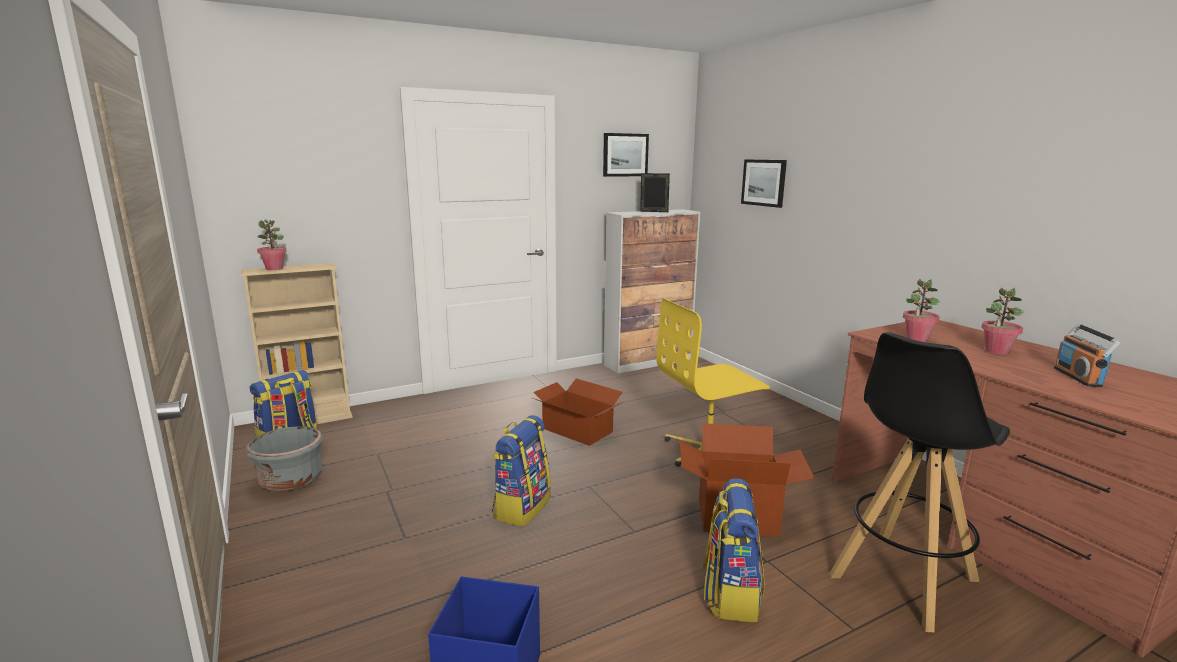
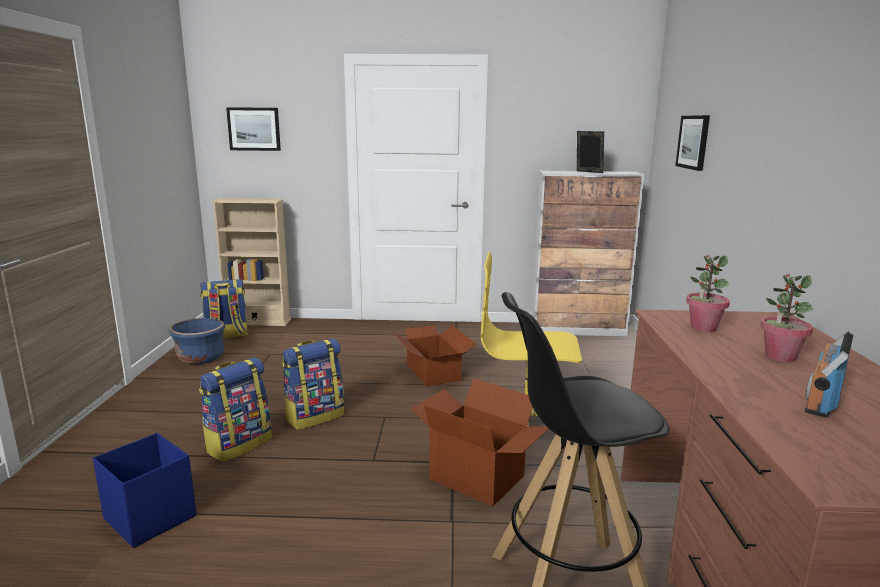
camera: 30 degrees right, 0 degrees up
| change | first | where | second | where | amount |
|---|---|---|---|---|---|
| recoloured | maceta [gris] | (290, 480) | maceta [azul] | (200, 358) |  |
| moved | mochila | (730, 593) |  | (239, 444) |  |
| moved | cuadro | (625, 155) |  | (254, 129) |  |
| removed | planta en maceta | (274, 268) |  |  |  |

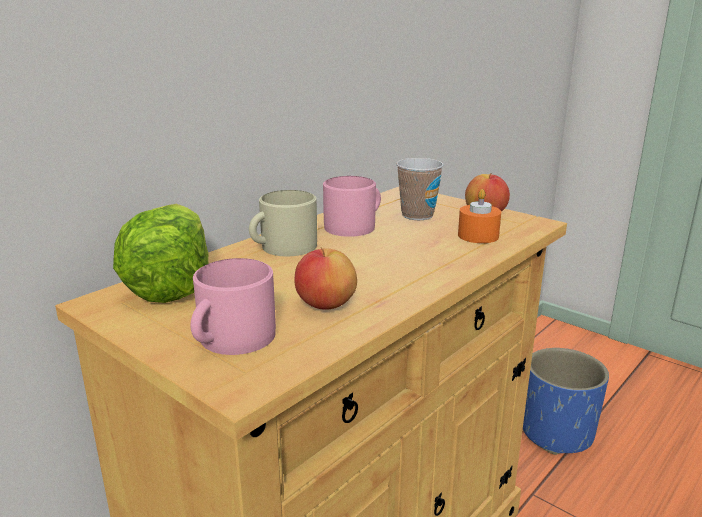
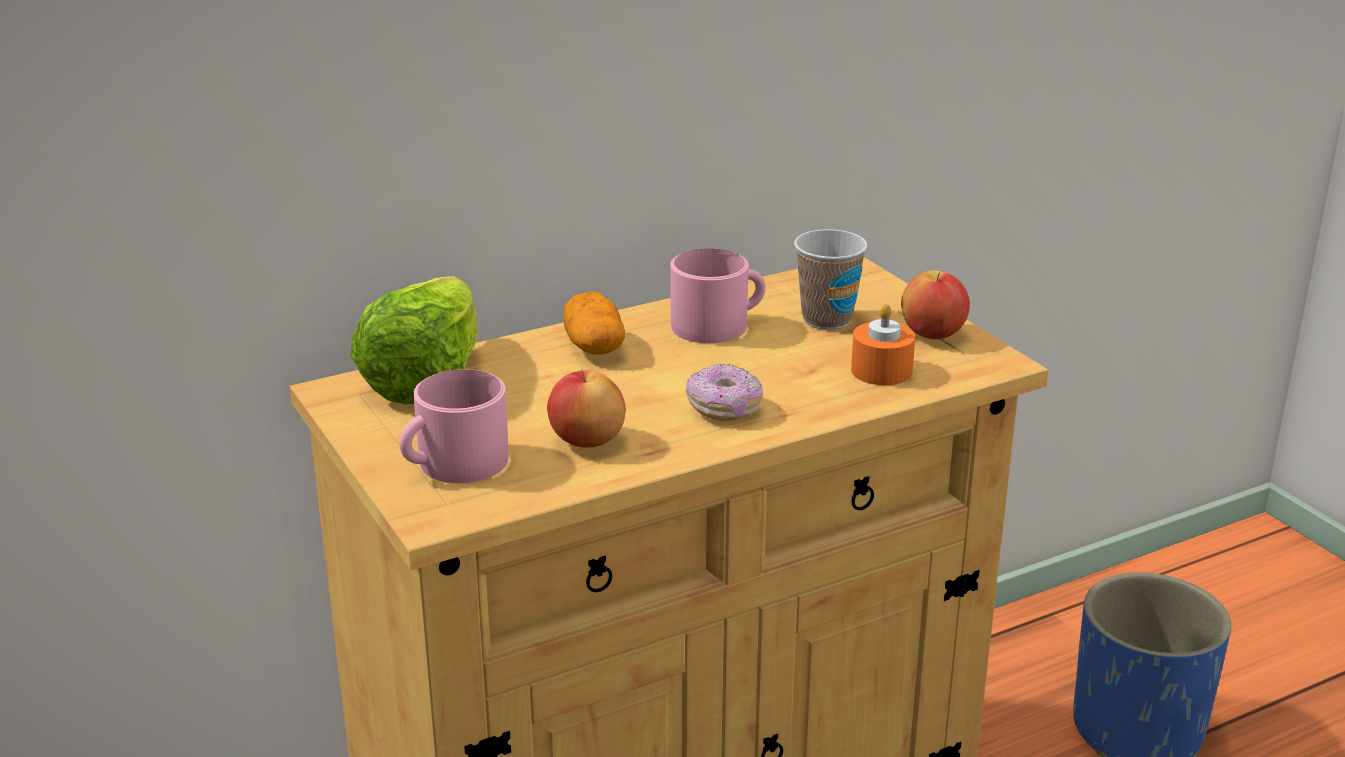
camera: 20 degrees right, 5 degrees up
| change | first | where | second | where | amount |
|---|---|---|---|---|---|
| replaced | taza grande [beis] | (283, 247) | patata | (593, 346) |  |
| added |  |  | rosquilla | (724, 409) |  |

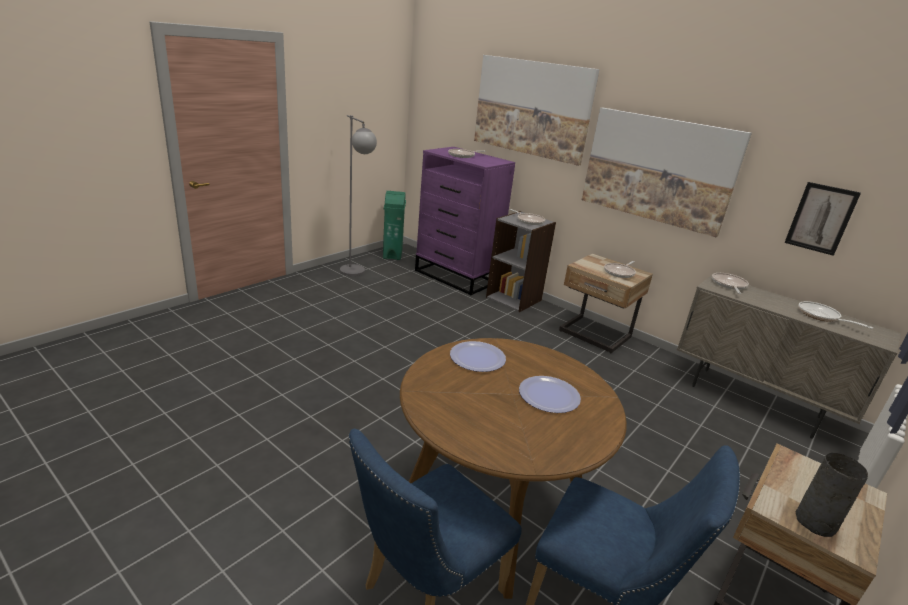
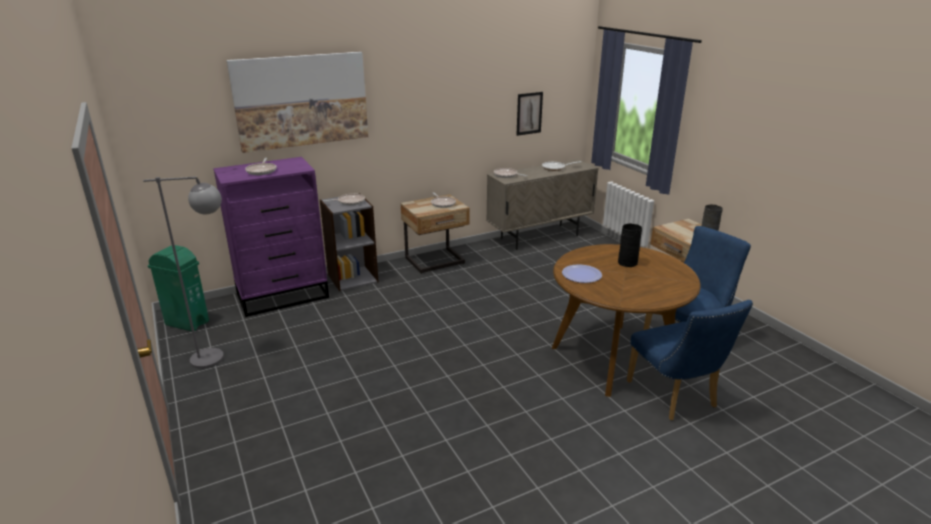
camera: 65 degrees left, 0 degrees up
| change | first | where | second | where | amount |
|---|---|---|---|---|---|
| replaced | plato | (549, 395) | florero [negro] | (628, 263) |  |
| removed | cuadro | (658, 169) |  |  |  |

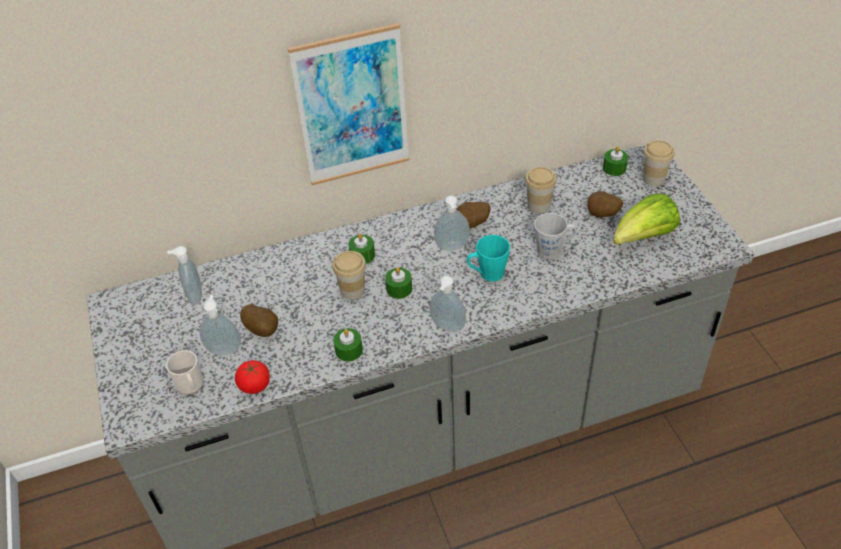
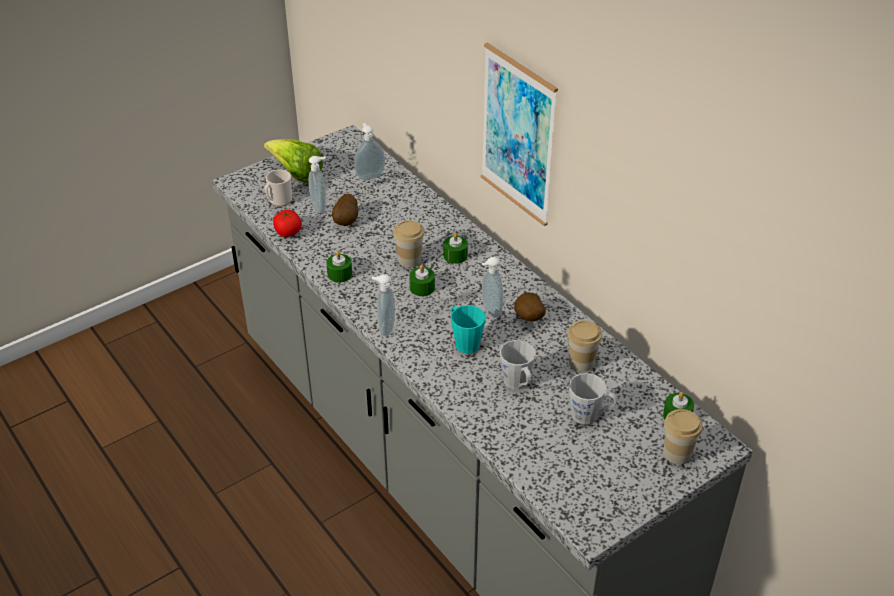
camera: 70 degrees right, 5 degrees down
| change | first | where | second | where | amount |
|---|---|---|---|---|---|
| moved | lechuga | (643, 237) |  | (296, 174) |  |
| replaced | patata | (602, 215) | taza grande [gris] | (589, 415) |  |

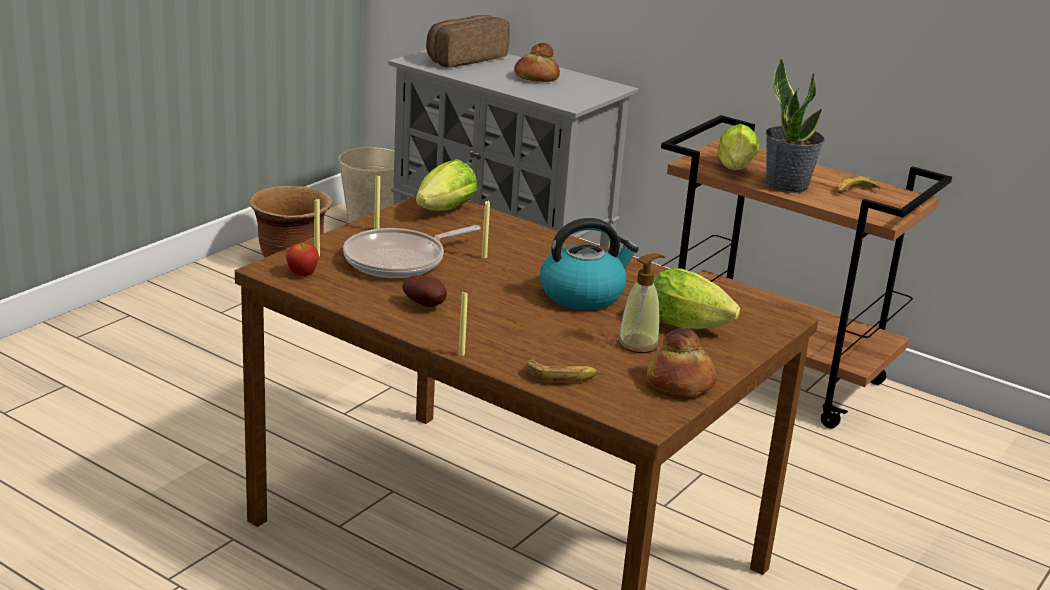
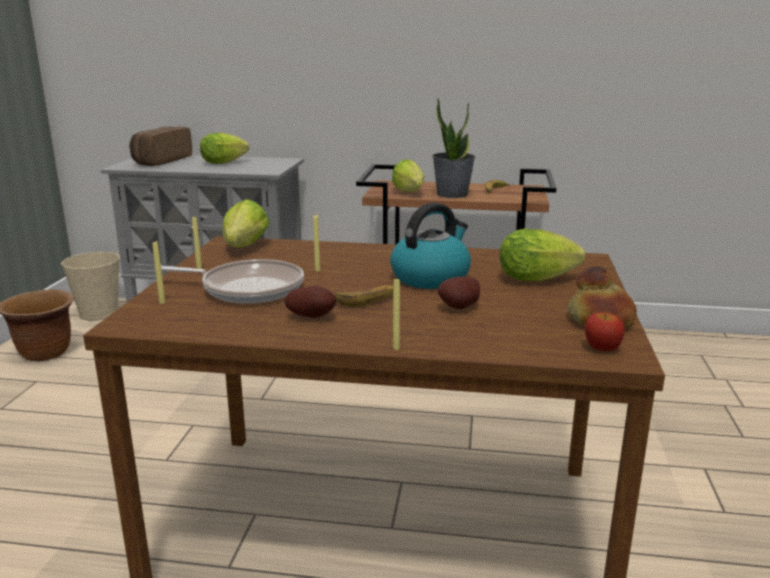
camera: 25 degrees left, 5 degrees down
| change | first | where | second | where | amount |
|---|---|---|---|---|---|
| turned | sartén | (400, 260) |  | (247, 288) | 105 degrees counterclockwise |
| replaced | pan | (536, 77) | lechuga | (226, 163) |  |
| moved | plátano | (561, 376) |  | (366, 300) |  |
| added |  |  | patata | (461, 308) |  |
| moved | manzana | (302, 273) |  | (601, 348) |  |
| removed | dispensador de jabón | (638, 344) |  |  |  |

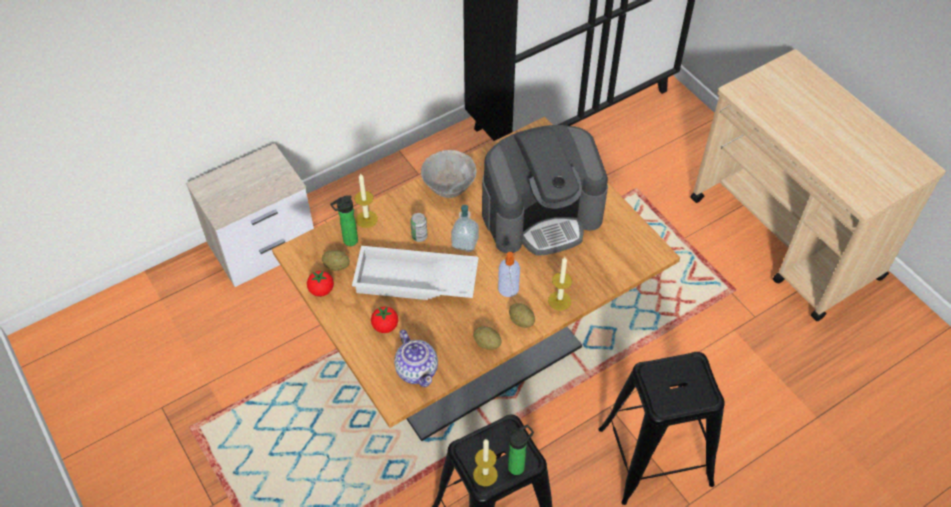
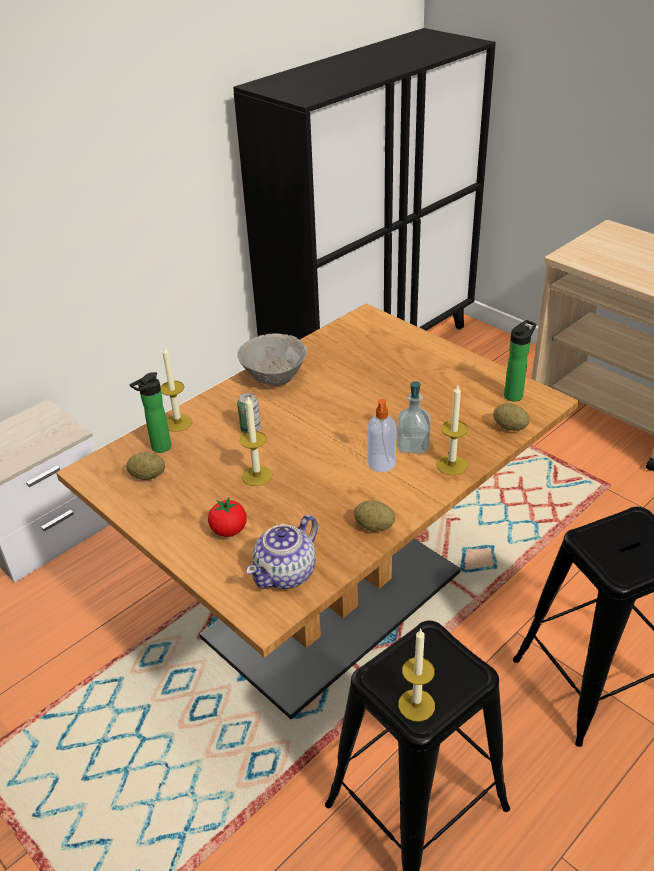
camera: 10 degrees left, 15 degrees down
| change | first | where | second | where | amount |
|---|---|---|---|---|---|
| replaced | bandeja [blanco] | (415, 281) | vela | (257, 476) |  |
| turned | tetera | (417, 369) |  | (286, 573) | 75 degrees clockwise |
| moved | dispensador de jabón | (465, 243) |  | (413, 445) |  |
| moved | patata | (521, 321) |  | (509, 427) |  |
| moved | botella | (518, 466) |  | (515, 394) |  |
| removed | tomate | (321, 290) |  |  |  |
| removed | cafetera | (541, 215) |  |  |  |

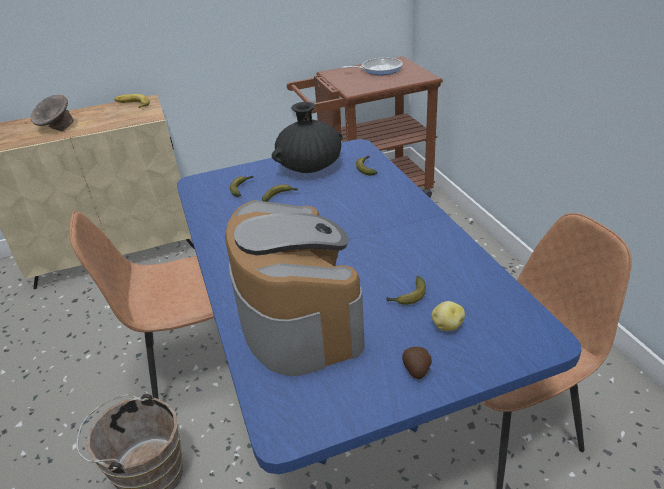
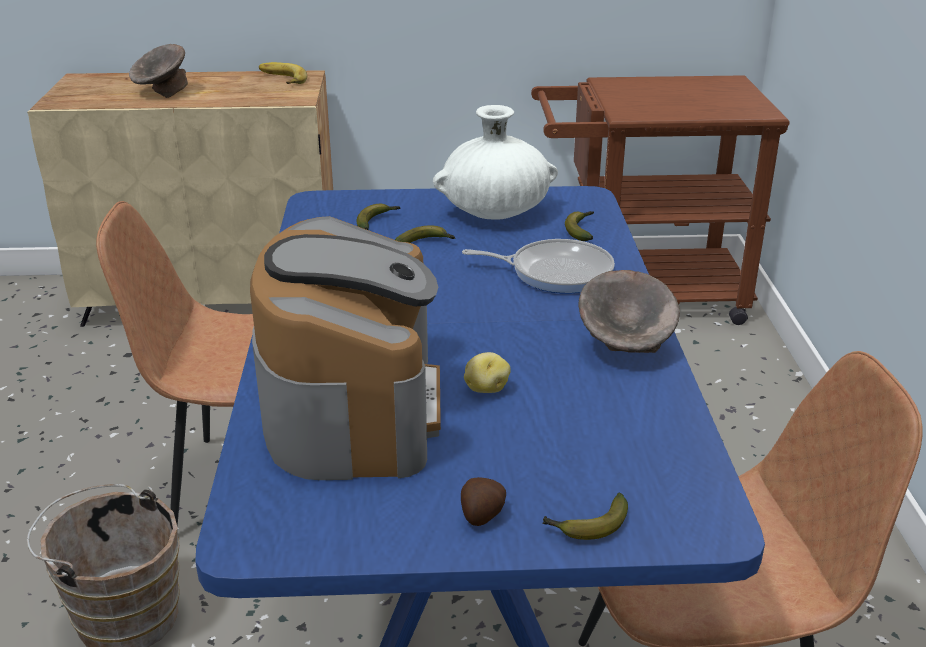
camera: 15 degrees right, 5 degrees down
| change | first | where | second | where | amount |
|---|---|---|---|---|---|
| recoloured | florero [negro] | (310, 168) | florero [blanco] | (495, 213) |  |
| moved | sartén | (379, 69) |  | (555, 272) |  |
| moved | patata | (447, 325) |  | (485, 388) |  |
| moved | plátano | (408, 297) |  | (587, 526) |  |
| added |  |  | cuenco [gris] | (626, 349) |  |

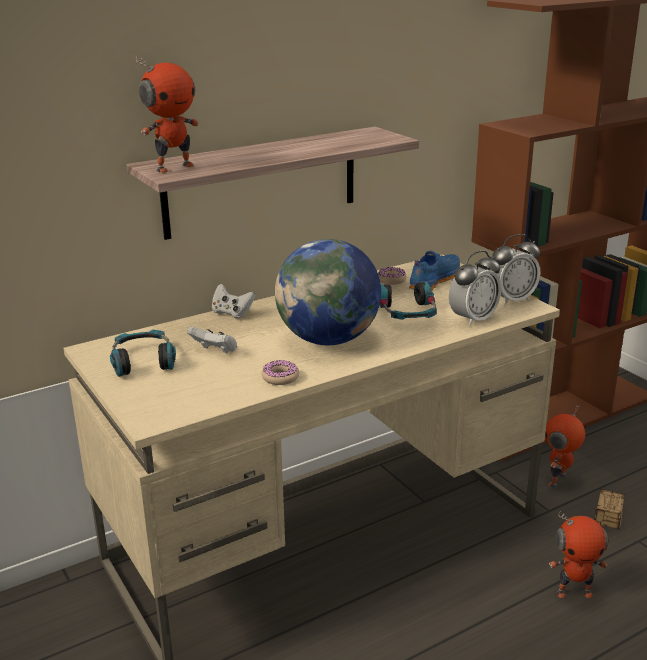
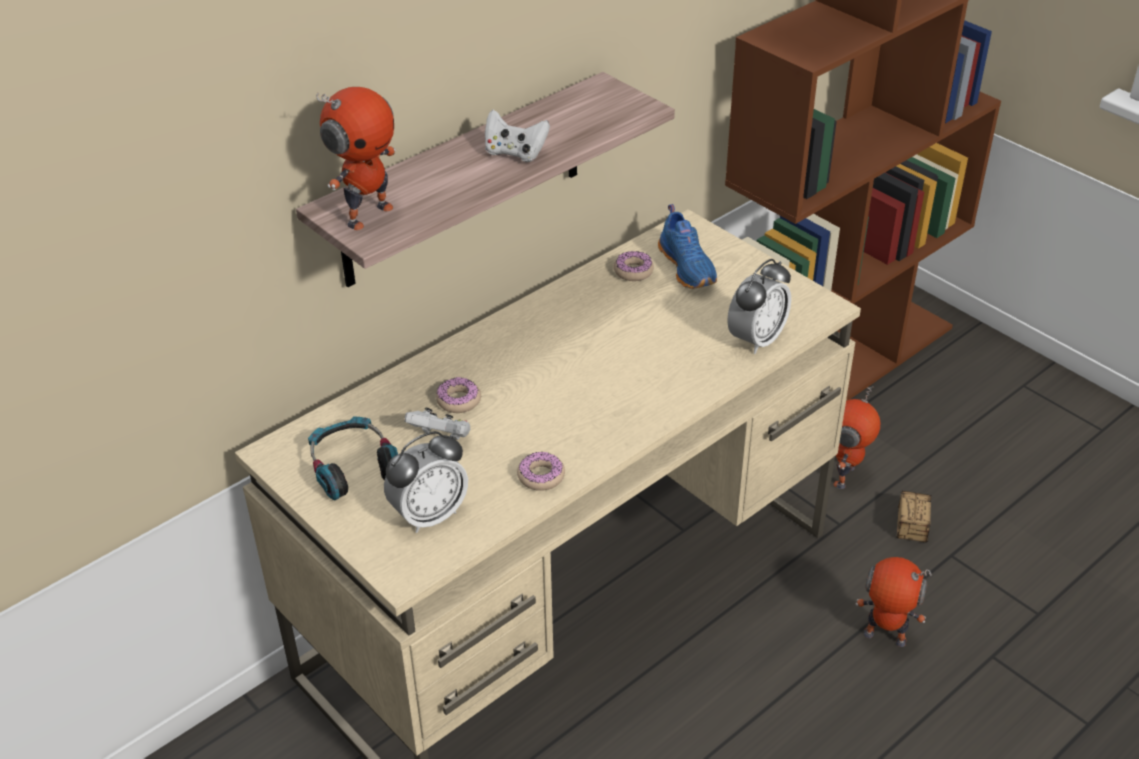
camera: 10 degrees left, 15 degrees up
| change | first | where | second | where | amount |
|---|---|---|---|---|---|
| moved | despertador | (511, 300) |  | (429, 515) |  |
| added |  |  | rosquilla | (458, 400) |  |
| moved | mando de consola [blanco] | (232, 313) |  | (515, 153) |  |
| turned | zapato [azul] | (433, 281) |  | (688, 267) | 135 degrees clockwise |
| turned | robot de juguete | (574, 592) |  | (884, 639) | 150 degrees counterclockwise |
| removed | globo terráqueo | (328, 340) |  |  |  |
| removed | auriculares | (408, 313) |  |  |  |

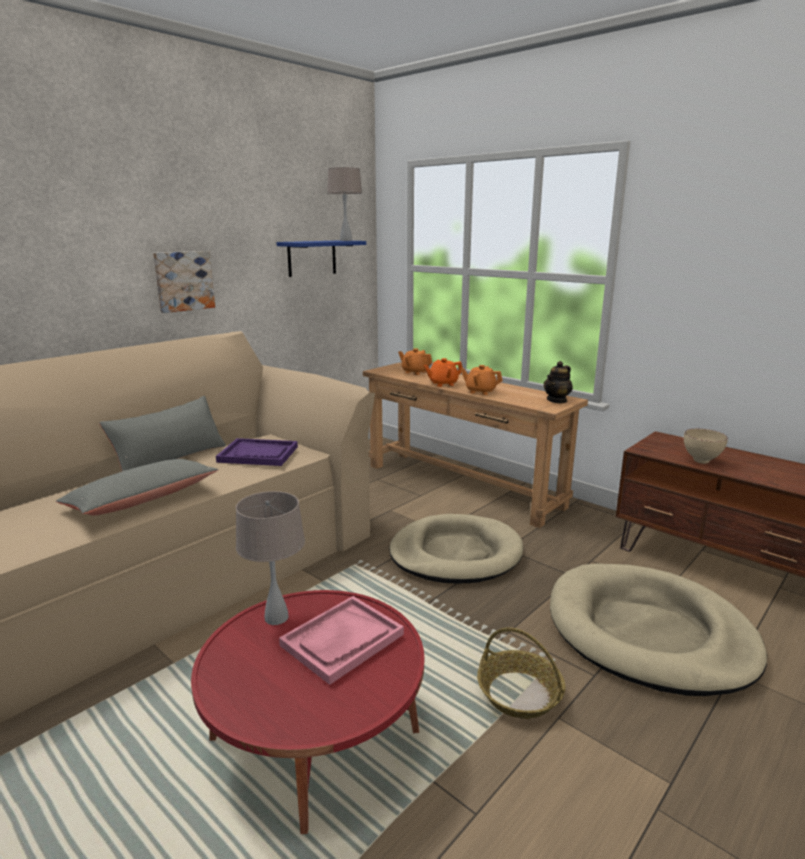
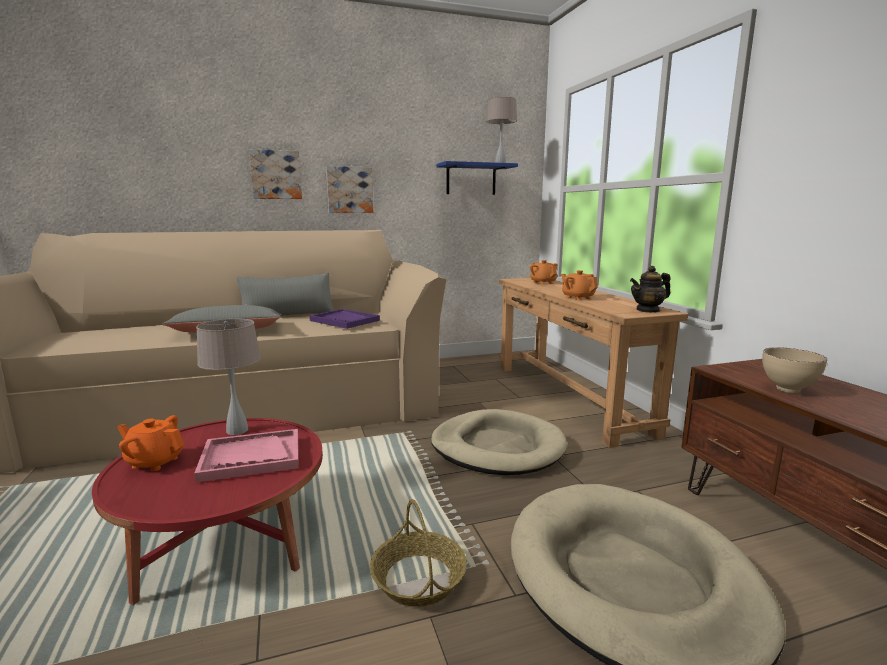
camera: 30 degrees right, 5 degrees down
| change | first | where | second | where | amount |
|---|---|---|---|---|---|
| moved | tetera [naranja] | (443, 384) |  | (155, 462) |  |
| added |  |  | cuadro | (276, 175) |  |

